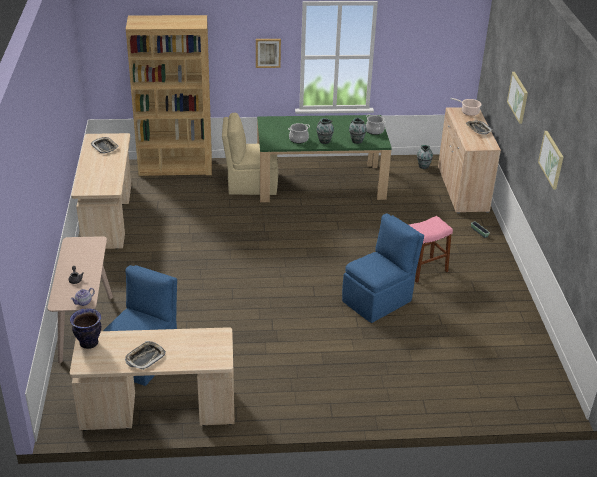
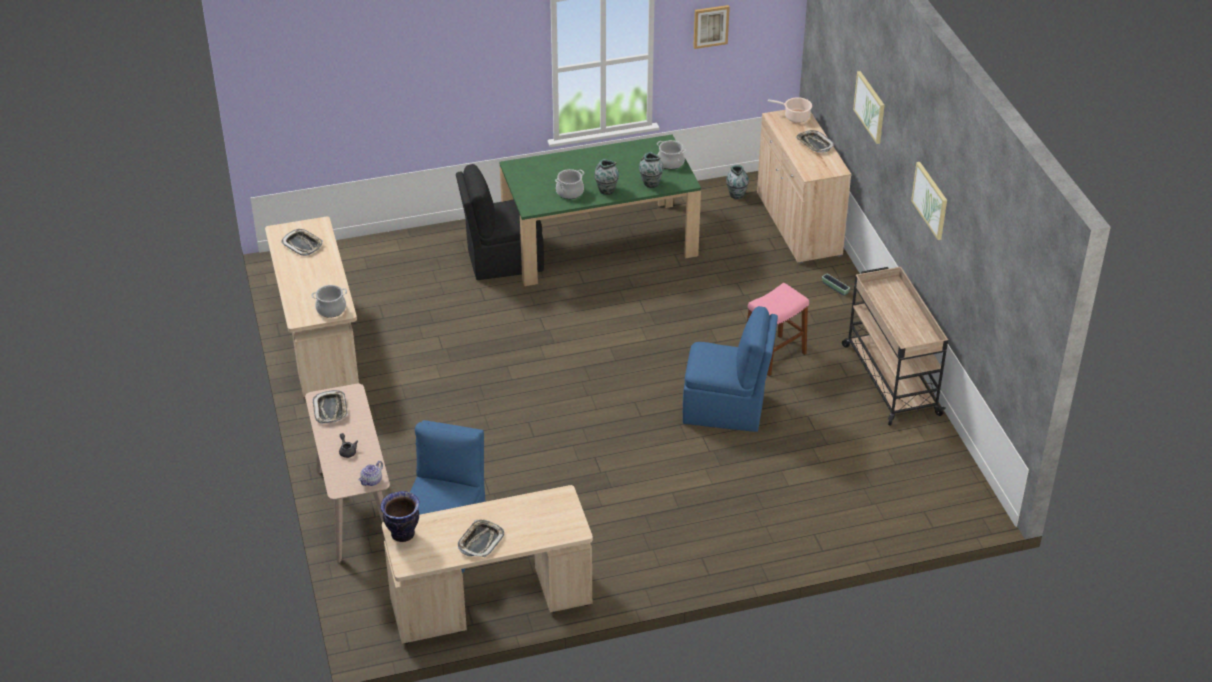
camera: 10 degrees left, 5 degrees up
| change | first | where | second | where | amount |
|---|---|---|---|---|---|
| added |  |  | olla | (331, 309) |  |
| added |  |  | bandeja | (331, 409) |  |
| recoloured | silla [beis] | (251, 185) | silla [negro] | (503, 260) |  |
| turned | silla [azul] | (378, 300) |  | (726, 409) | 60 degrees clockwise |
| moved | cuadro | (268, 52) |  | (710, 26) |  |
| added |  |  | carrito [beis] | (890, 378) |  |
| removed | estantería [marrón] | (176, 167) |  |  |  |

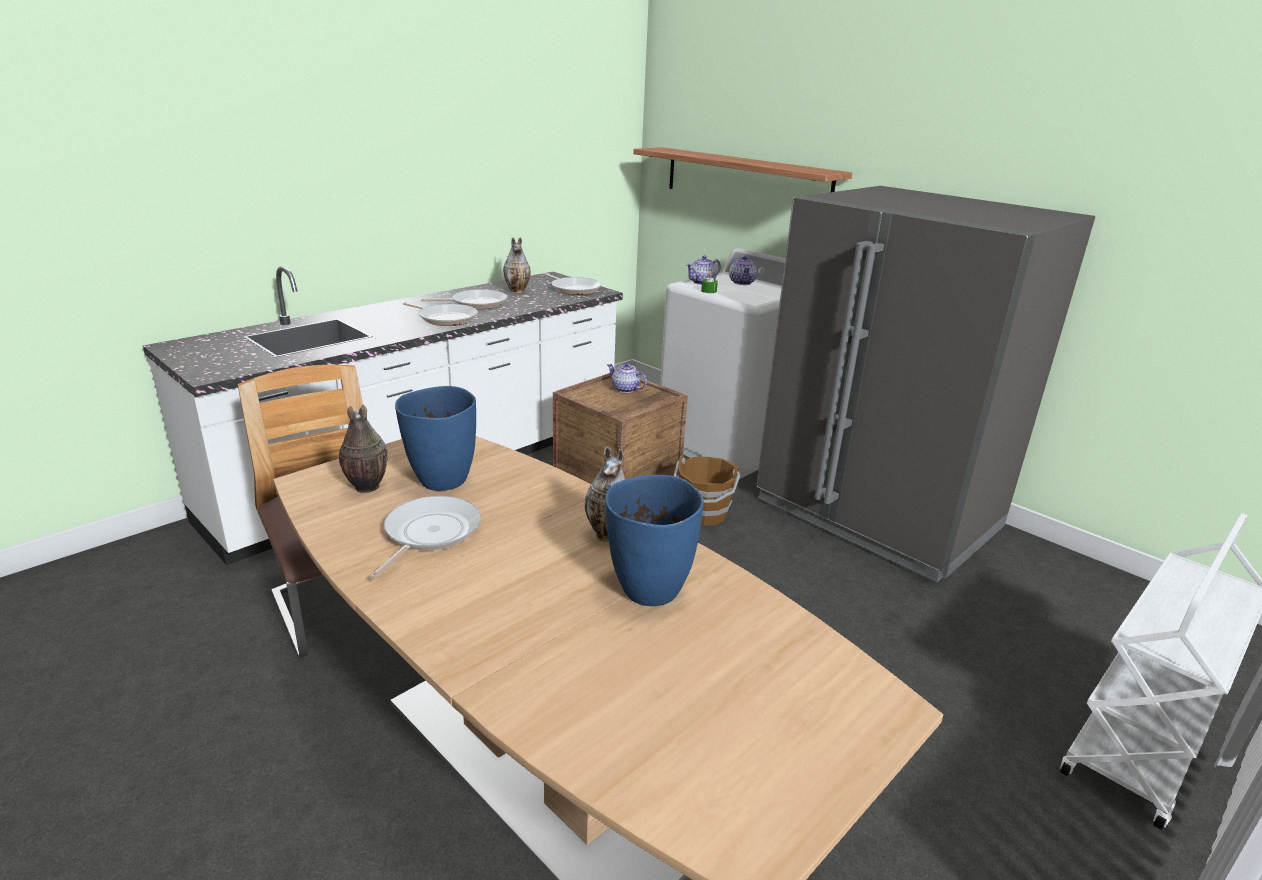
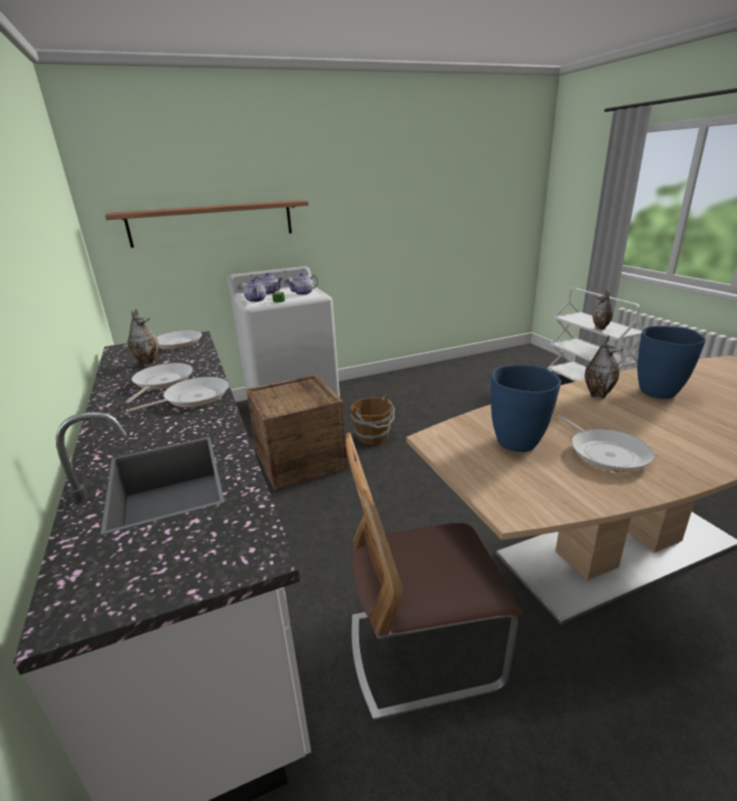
camera: 65 degrees left, 0 degrees up
| change | first | where | second | where | amount |
|---|---|---|---|---|---|
| moved | tetera | (625, 389) |  | (303, 293) |  |
| turned | sartén | (429, 533) |  | (606, 453) | 150 degrees counterclockwise |
| moved | florero | (366, 488) |  | (600, 328) |  |
| removed | nevera [gris] | (877, 514) |  |  |  |

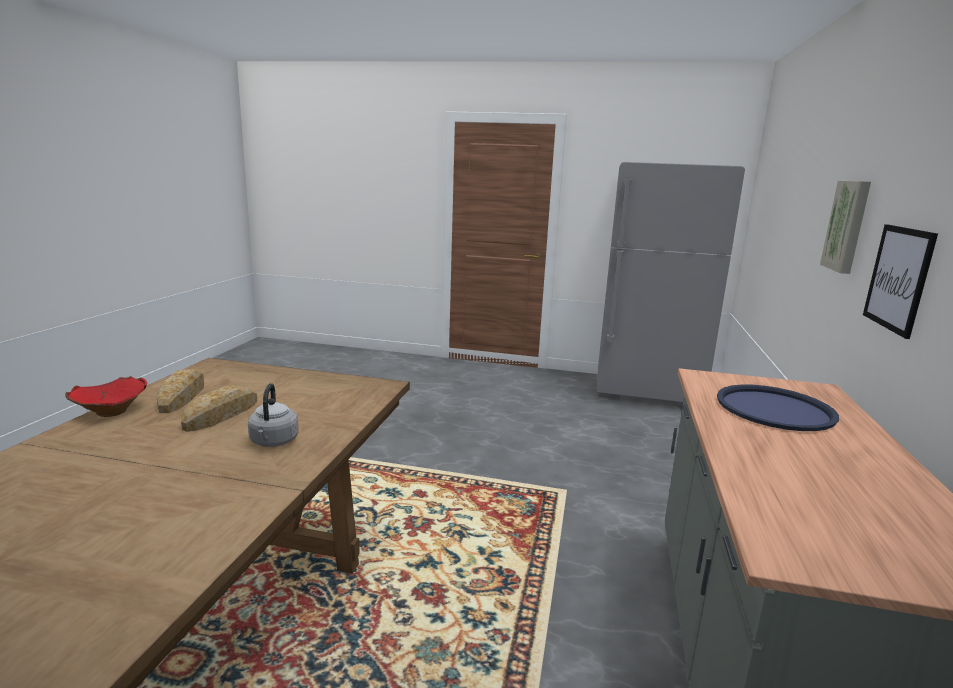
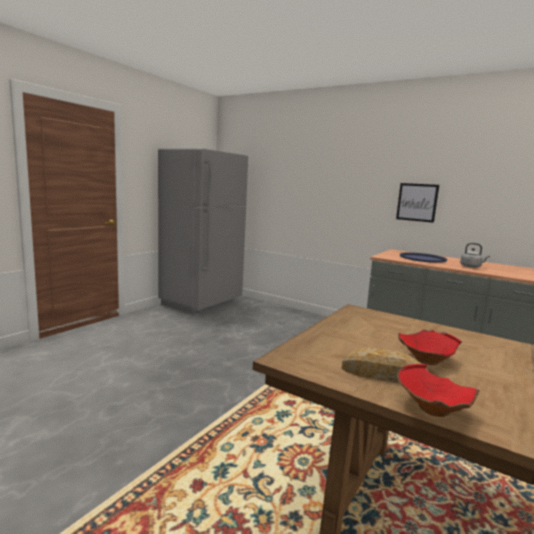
camera: 70 degrees left, 5 degrees down
| change | first | where | second | where | amount |
|---|---|---|---|---|---|
| replaced | pan | (222, 414) | cuenco [rojo] | (425, 359) |  |
| moved | hervidor [gris] | (273, 442) |  | (471, 266) |  |
| removed | cuadro | (848, 226) |  |  |  |

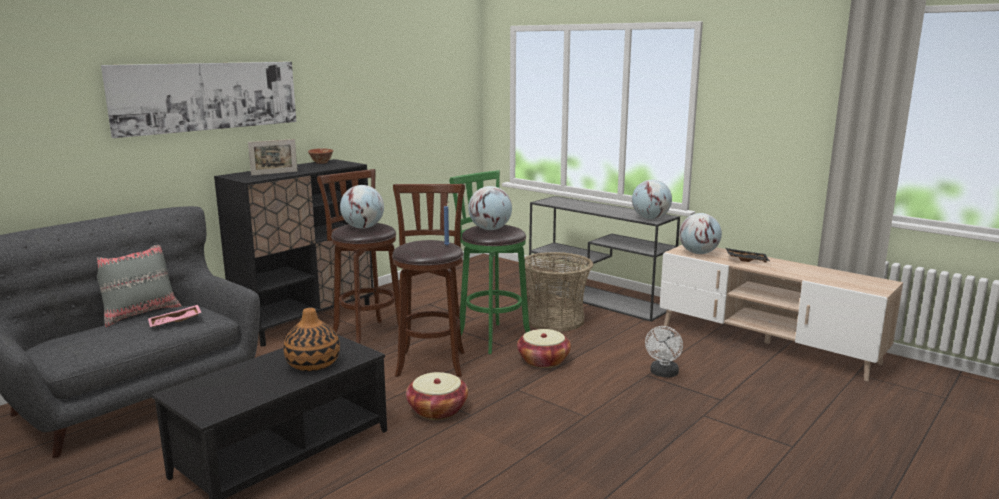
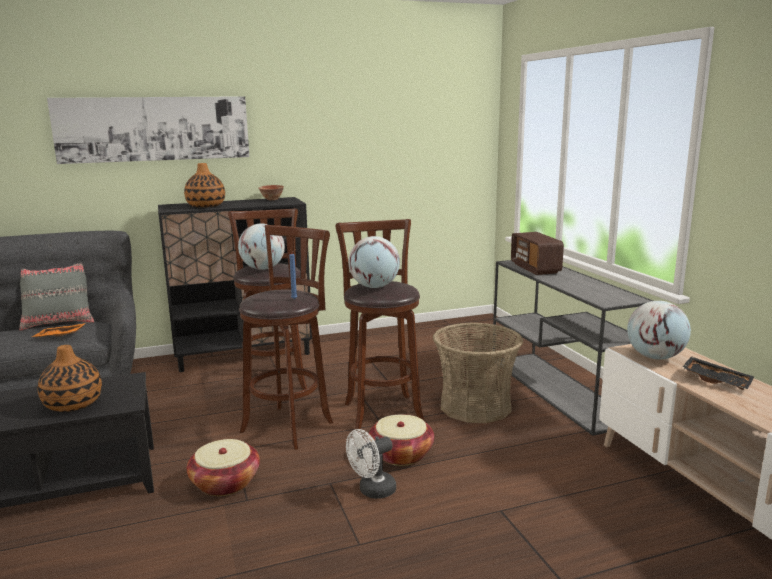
camera: 30 degrees right, 0 degrees up
| change | first | where | second | where | amount |
|---|---|---|---|---|---|
| recoloured | bandeja [rosa] | (175, 322) | bandeja [naranja] | (59, 336) |  |
| replaced | portarretratos | (274, 173) | florero | (206, 206) |  |
| recoloured | taburete [verde] | (491, 337) | taburete [marrón] | (382, 410) |  |
| moved | ventilador [blanco] | (663, 374) |  | (372, 491) |  |
| added |  |  | radio | (535, 268) |  |
| removed | globo terráqueo | (650, 218) |  |  |  |

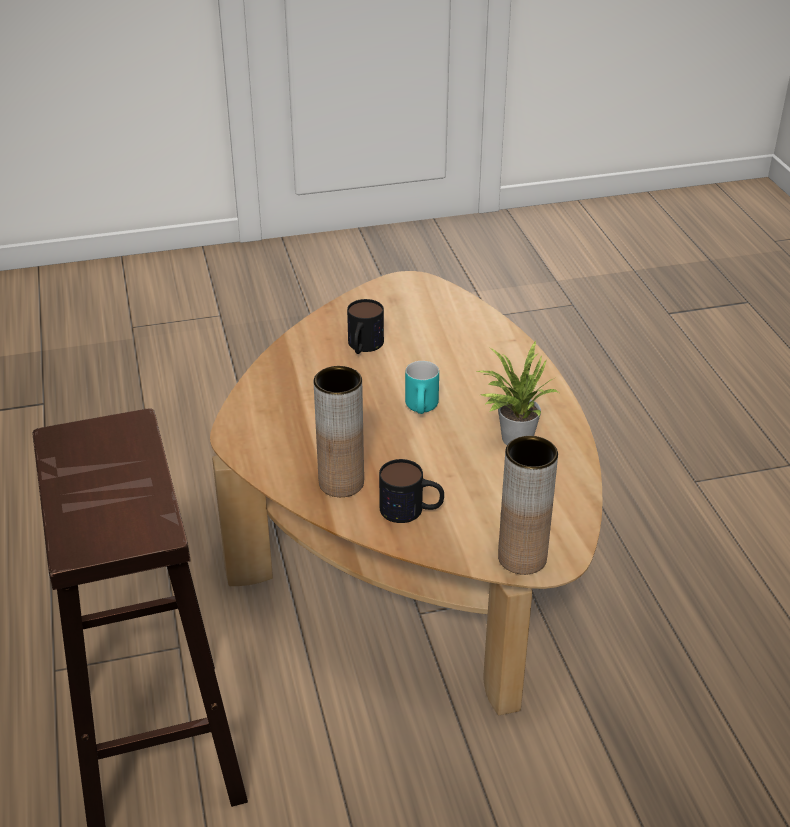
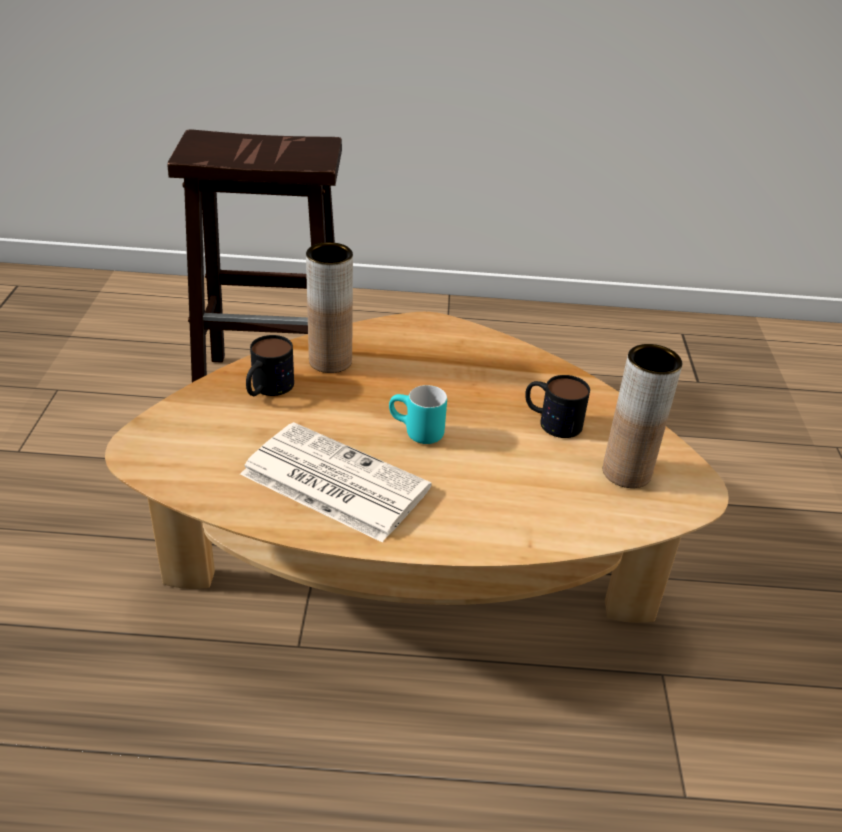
camera: 105 degrees right, 0 degrees up
| change | first | where | second | where | amount |
|---|---|---|---|---|---|
| replaced | planta en maceta | (512, 438) | periódico | (332, 481) |  |
| moved | florero [marrón] | (522, 558) |  | (626, 472) |  |

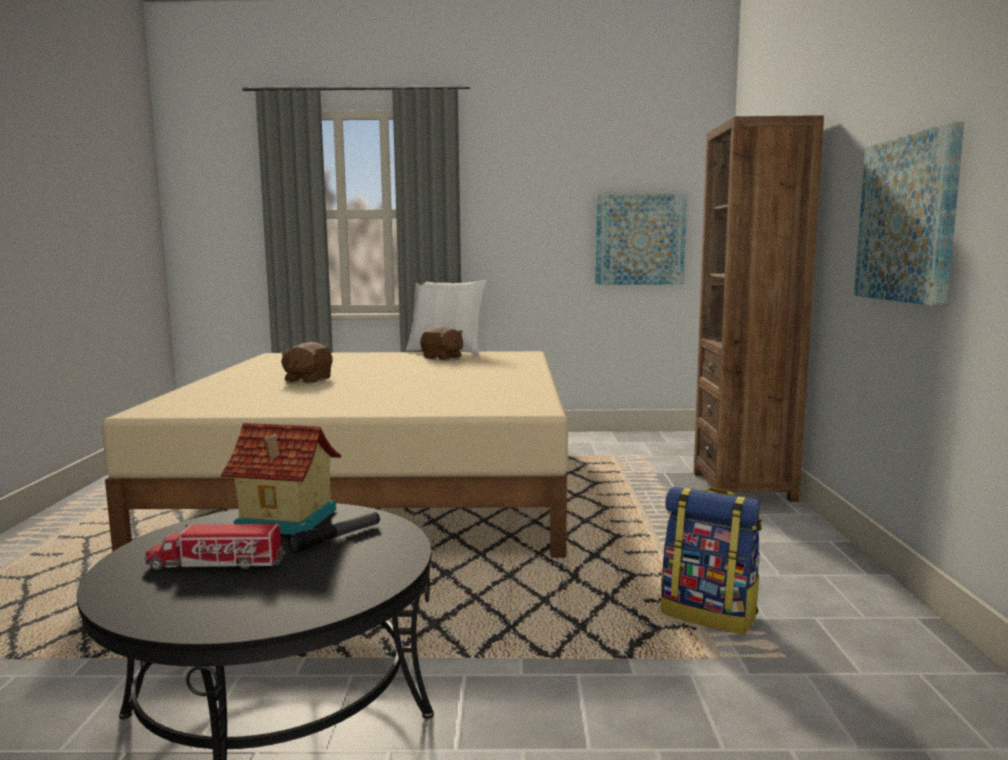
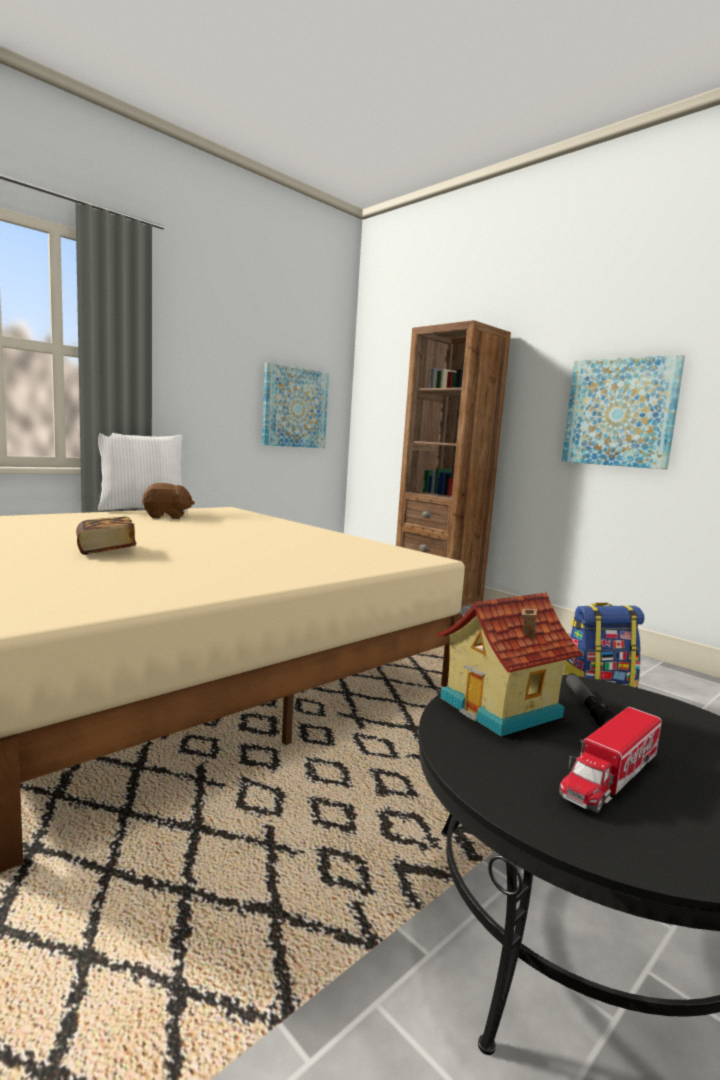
camera: 45 degrees left, 0 degrees up
| change | first | where | second | where | amount |
|---|---|---|---|---|---|
| replaced | peluche [marrón] | (307, 380) | libro | (106, 550) |  |

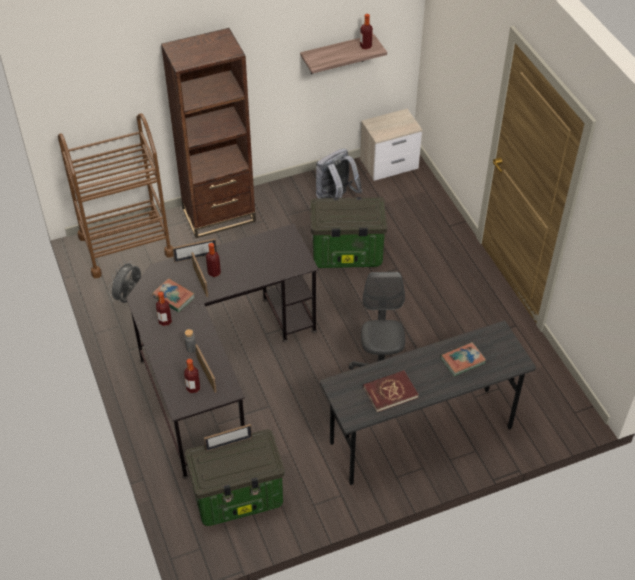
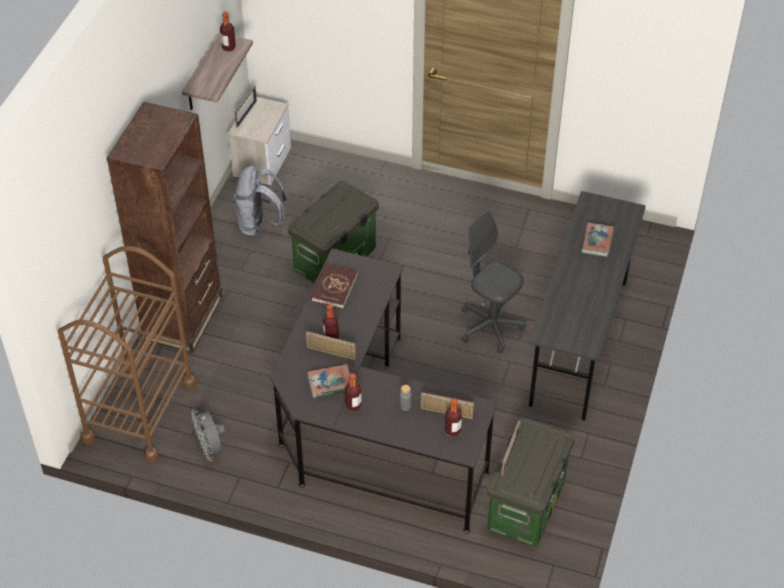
camera: 50 degrees left, 0 degrees up
| change | first | where | second | where | amount |
|---|---|---|---|---|---|
| moved | portarretratos | (195, 257) |  | (246, 114) |  |
| moved | libro [rojo] | (390, 392) |  | (334, 288) |  |

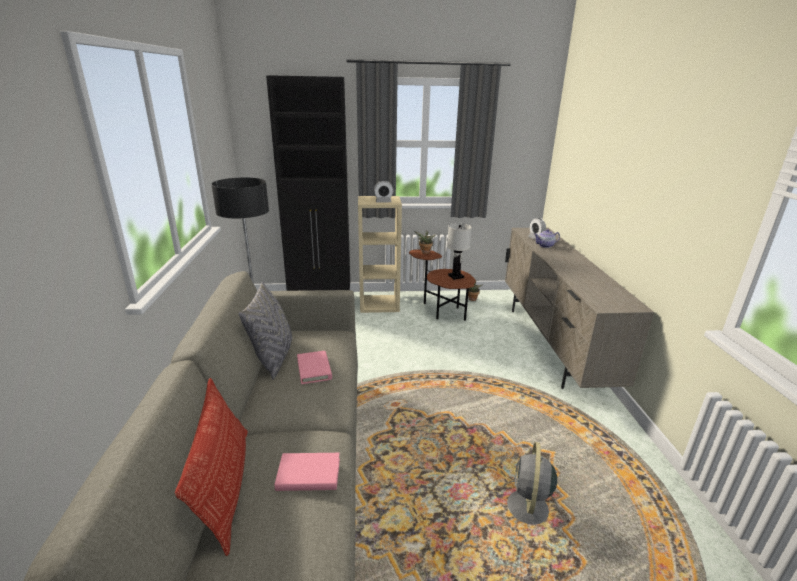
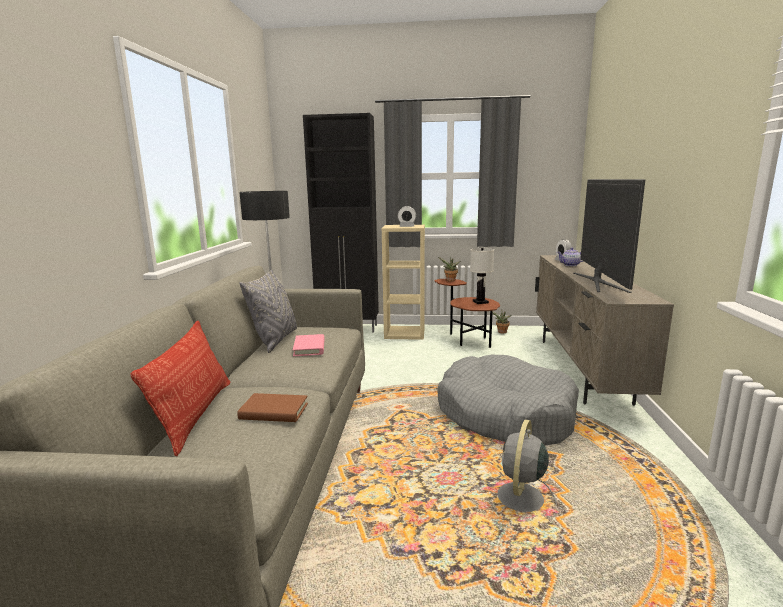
camera: 10 degrees right, 10 degrees down
| change | first | where | second | where | amount |
|---|---|---|---|---|---|
| recoloured | libro [rosa] | (308, 475) | libro [marrón] | (274, 411) |  |
| added |  |  | cama para perro [gris] | (505, 415) |  |
| added |  |  | televisor | (599, 282) |  |

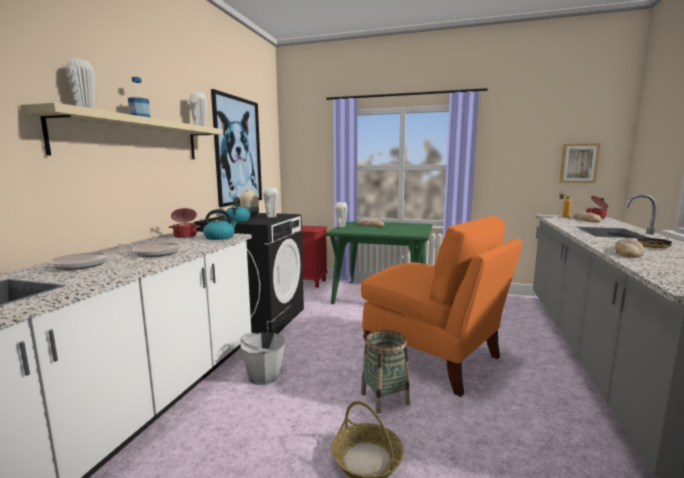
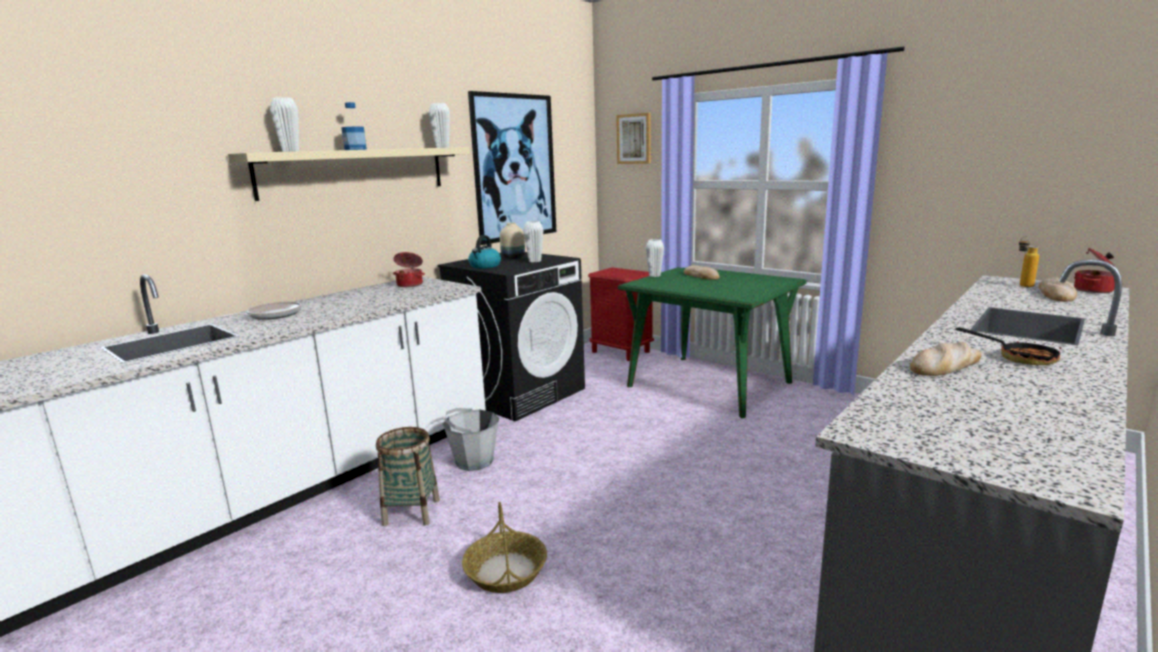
camera: 25 degrees right, 5 degrees up
| change | first | where | second | where | amount |
|---|---|---|---|---|---|
| moved | cesta | (384, 398) |  | (411, 512) |  |
| moved | cuadro | (578, 163) |  | (634, 139) |  |
| removed | sartén | (155, 253) |  |  |  |
| removed | hervidor | (220, 237) |  |  |  |
| removed | silla [naranja] | (433, 357) |  |  |  |

